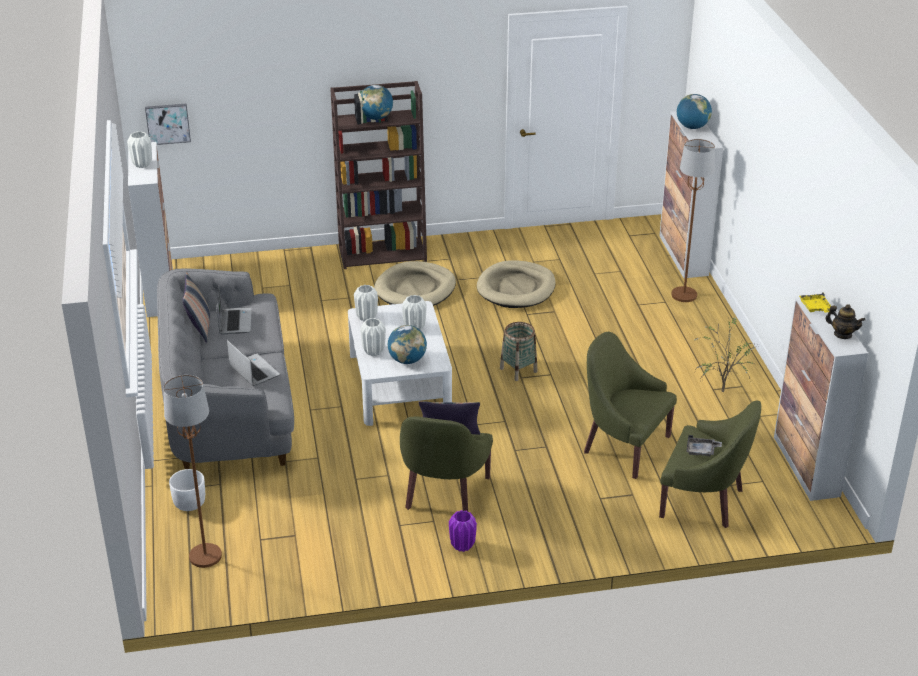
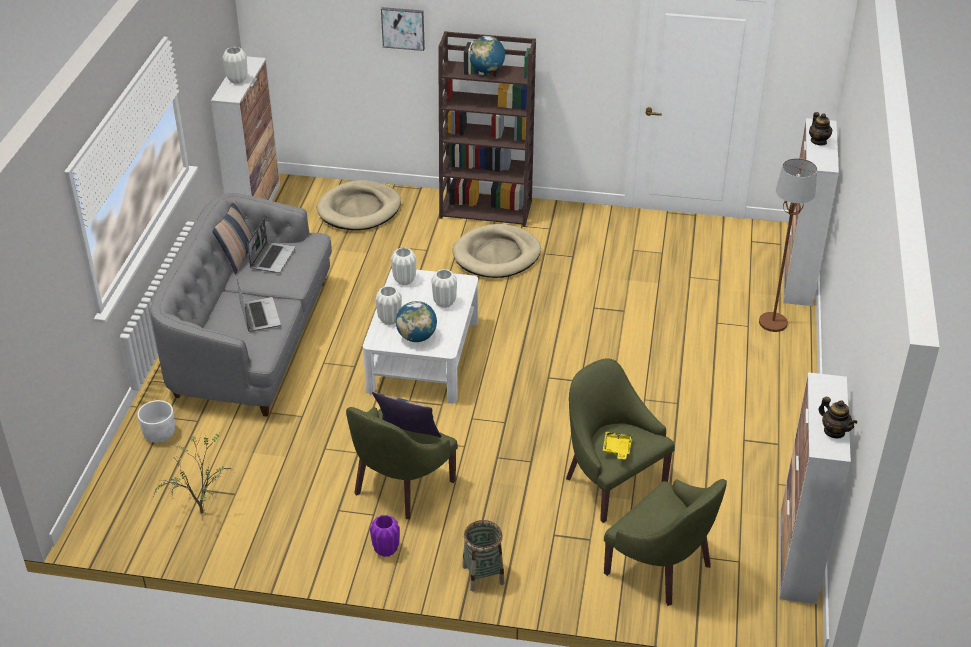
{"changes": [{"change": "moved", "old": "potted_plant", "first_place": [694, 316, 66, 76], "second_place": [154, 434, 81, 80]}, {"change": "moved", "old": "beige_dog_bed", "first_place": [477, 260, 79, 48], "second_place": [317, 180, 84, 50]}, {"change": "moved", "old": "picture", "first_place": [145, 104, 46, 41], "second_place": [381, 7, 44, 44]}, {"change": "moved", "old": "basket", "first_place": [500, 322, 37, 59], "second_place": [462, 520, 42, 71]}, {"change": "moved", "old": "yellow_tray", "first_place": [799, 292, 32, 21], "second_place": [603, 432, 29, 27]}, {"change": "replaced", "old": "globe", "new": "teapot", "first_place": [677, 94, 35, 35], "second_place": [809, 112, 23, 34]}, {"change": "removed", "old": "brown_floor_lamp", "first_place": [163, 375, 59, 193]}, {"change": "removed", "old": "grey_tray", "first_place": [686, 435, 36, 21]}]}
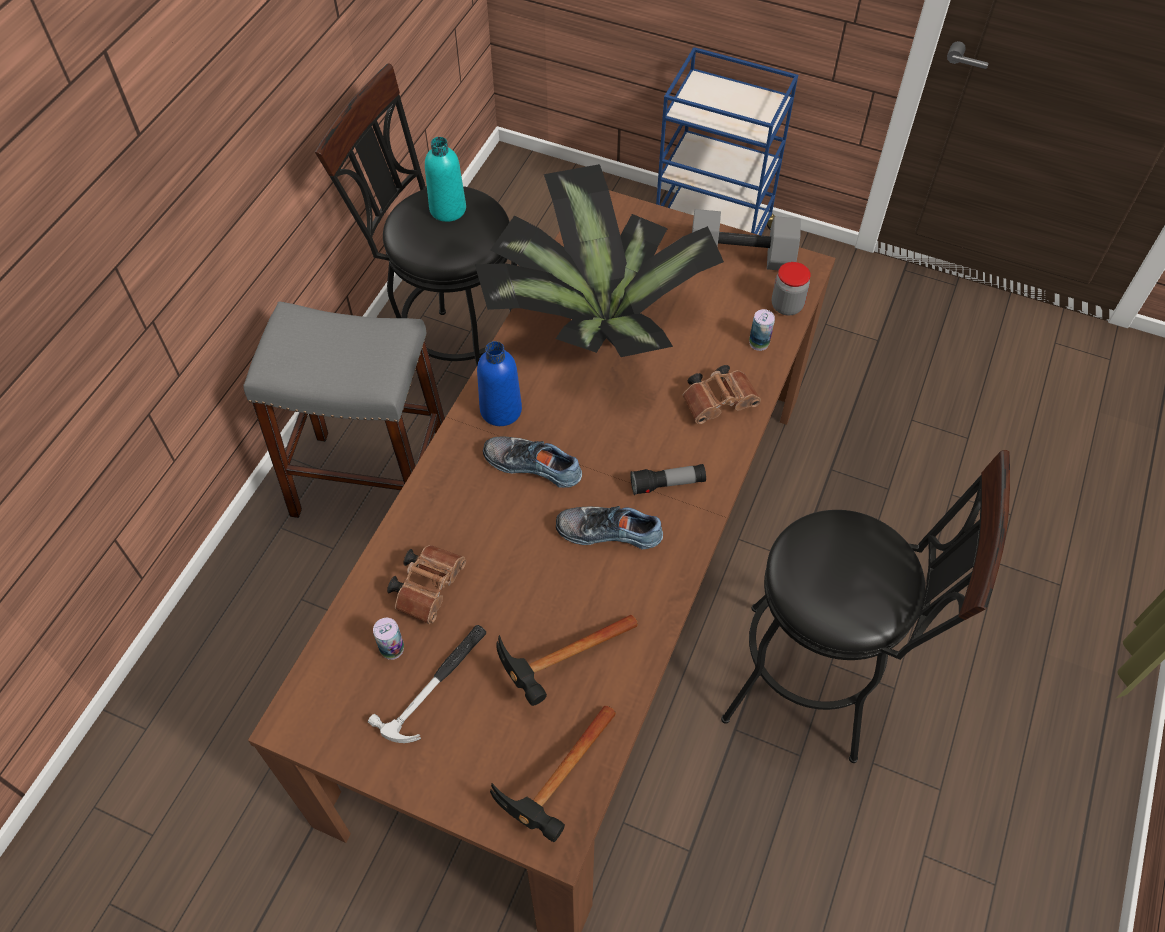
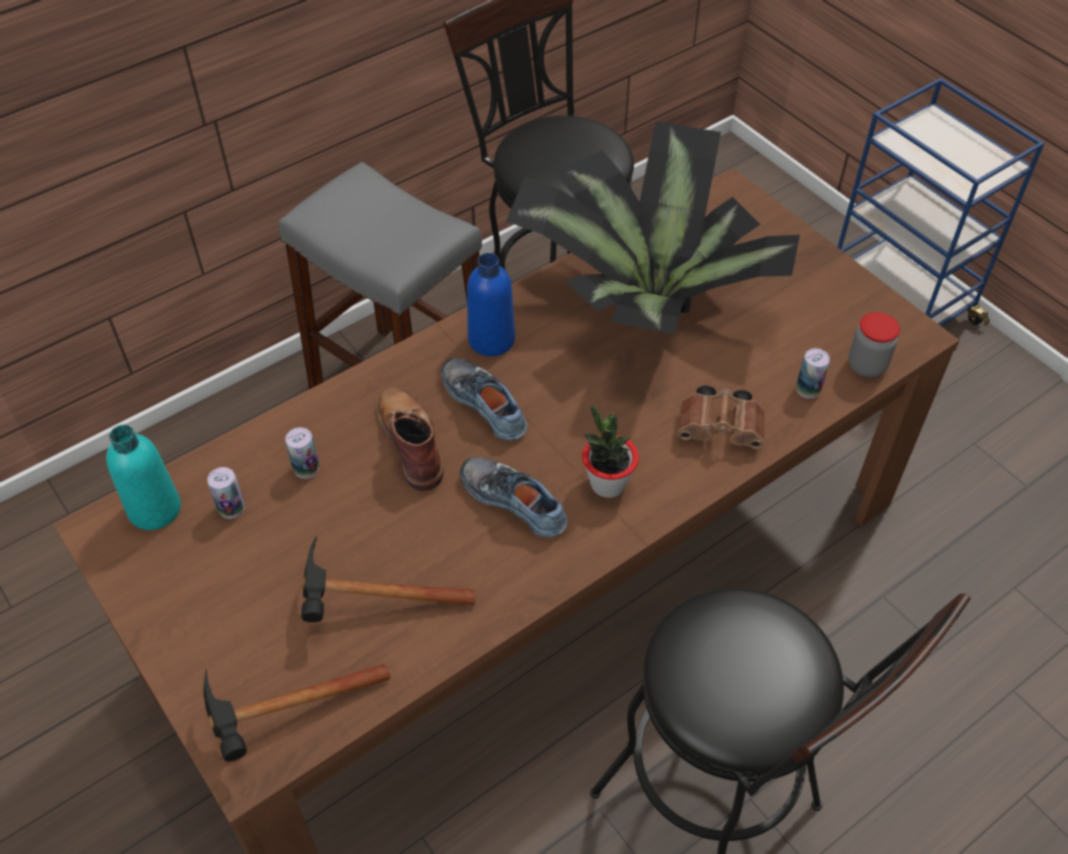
{"changes": [{"change": "moved", "old": "turquoise_bottle", "first_place": [425, 137, 41, 85], "second_place": [106, 425, 75, 105]}, {"change": "replaced", "old": "brown_binoculars", "new": "can", "first_place": [387, 545, 79, 79], "second_place": [285, 427, 34, 52]}, {"change": "added", "new": "brown_boot", "second_place": [377, 387, 67, 104]}, {"change": "replaced", "old": "flashlight", "new": "potted_plant", "first_place": [630, 464, 76, 31], "second_place": [582, 404, 57, 94]}, {"change": "removed", "old": "hammer", "first_place": [368, 625, 118, 118]}, {"change": "removed", "old": "grey_dumbbell", "first_place": [692, 209, 109, 61]}]}
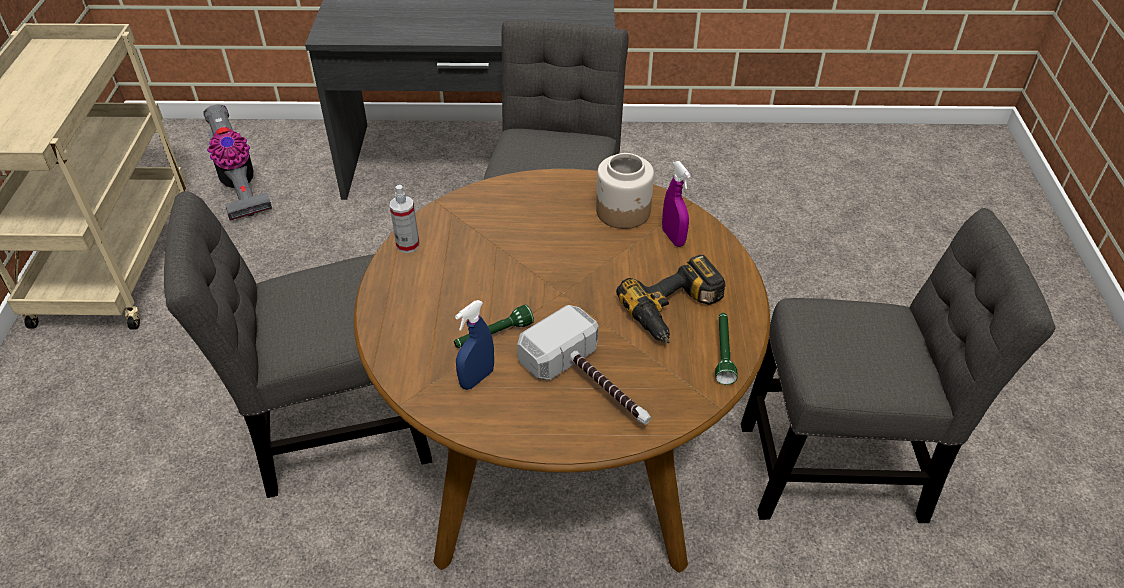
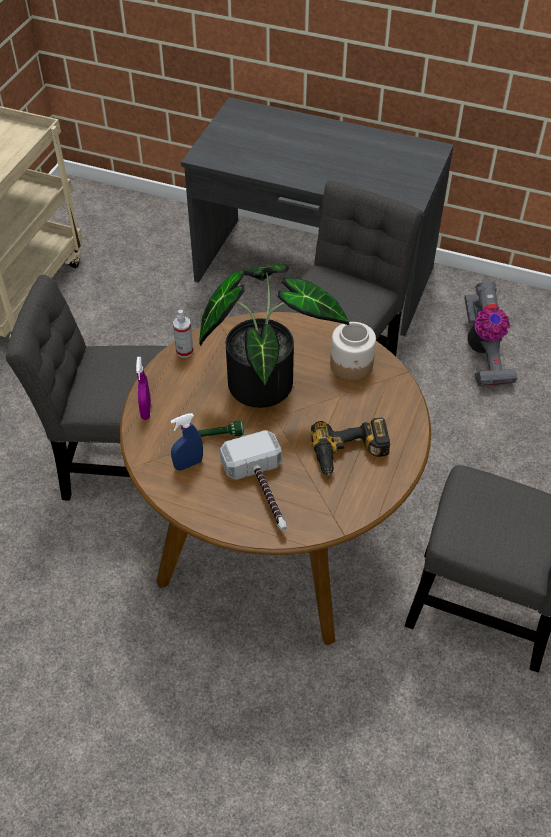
{"changes": [{"change": "moved", "old": "purple_spray_bottle", "first_place": [662, 161, 29, 86], "second_place": [136, 357, 15, 63]}, {"change": "added", "new": "potted_plant", "second_place": [199, 263, 150, 145]}, {"change": "moved", "old": "vacuum_cleaner", "first_place": [204, 104, 68, 116], "second_place": [464, 281, 54, 105]}, {"change": "removed", "old": "green_flashlight", "first_place": [715, 313, 23, 72]}]}
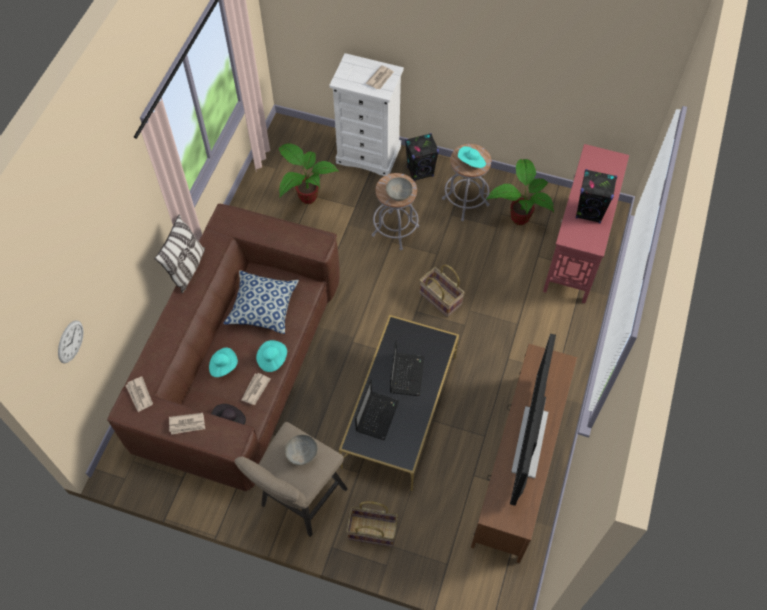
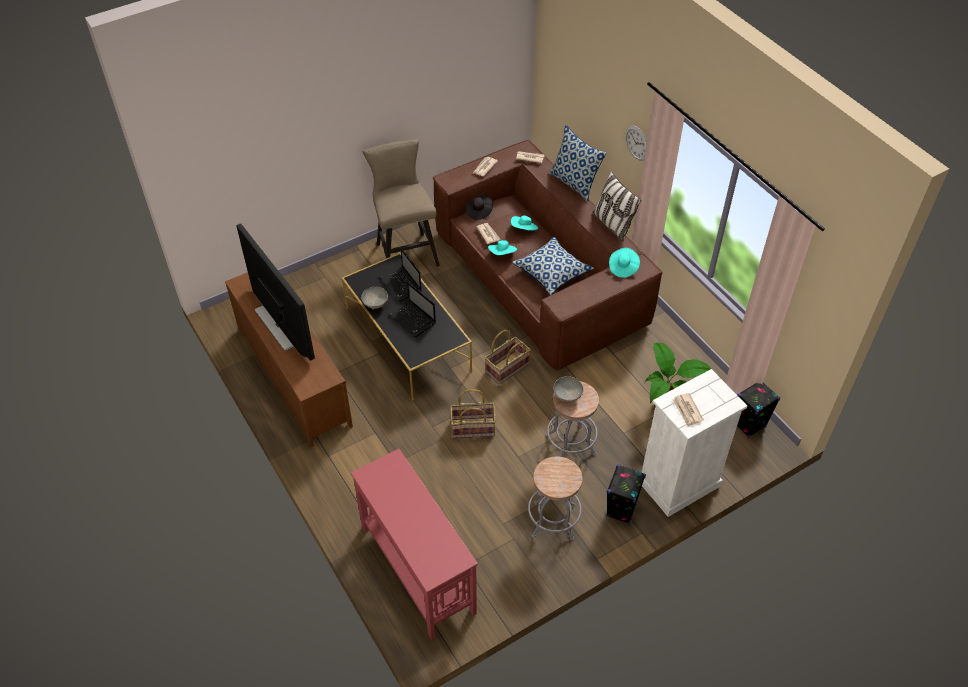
{"changes": [{"change": "moved", "old": "grey_bowl", "first_place": [285, 435, 33, 30], "second_place": [361, 287, 27, 23]}, {"change": "moved", "old": "basket", "first_place": [346, 501, 52, 46], "second_place": [485, 330, 46, 55]}, {"change": "added", "new": "pillow", "second_place": [549, 125, 58, 77]}, {"change": "moved", "old": "turquoise_hat", "first_place": [458, 146, 28, 22], "second_place": [609, 248, 31, 30]}, {"change": "moved", "old": "wall_clock", "first_place": [58, 320, 25, 43], "second_place": [626, 126, 21, 35]}, {"change": "moved", "old": "black_speaker", "first_place": [576, 169, 41, 54], "second_place": [737, 383, 43, 56]}, {"change": "removed", "old": "potted_plant", "first_place": [486, 159, 68, 66]}]}
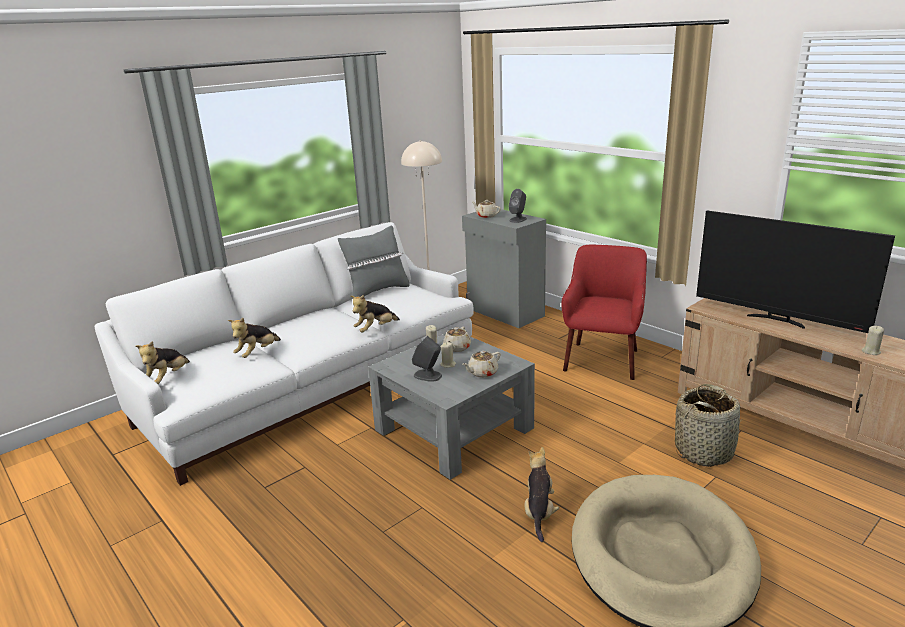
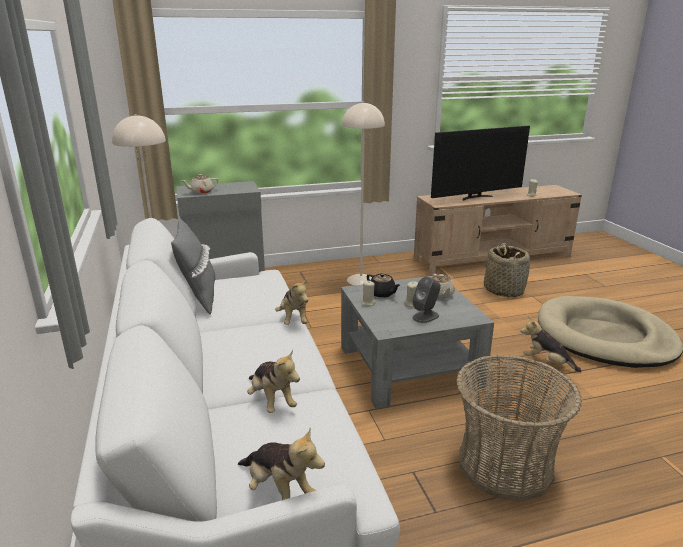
{"changes": [{"change": "replaced", "old": "red_armchair", "new": "beige_floor_lamp", "first_place": [561, 245, 86, 135], "second_place": [342, 102, 43, 183]}, {"change": "recoloured", "old": "beige_teapot", "new": "black_teapot", "first_place": [443, 327, 28, 25], "second_place": [367, 273, 33, 25]}, {"change": "added", "new": "basket", "second_place": [456, 354, 126, 148]}, {"change": "removed", "old": "grey_speaker", "first_place": [509, 189, 18, 34]}]}
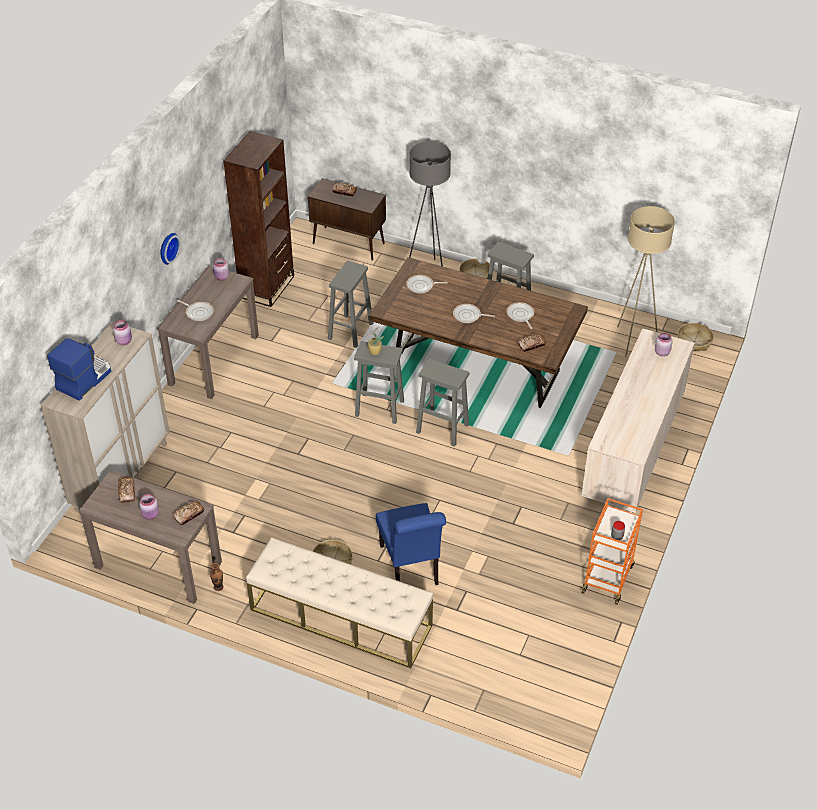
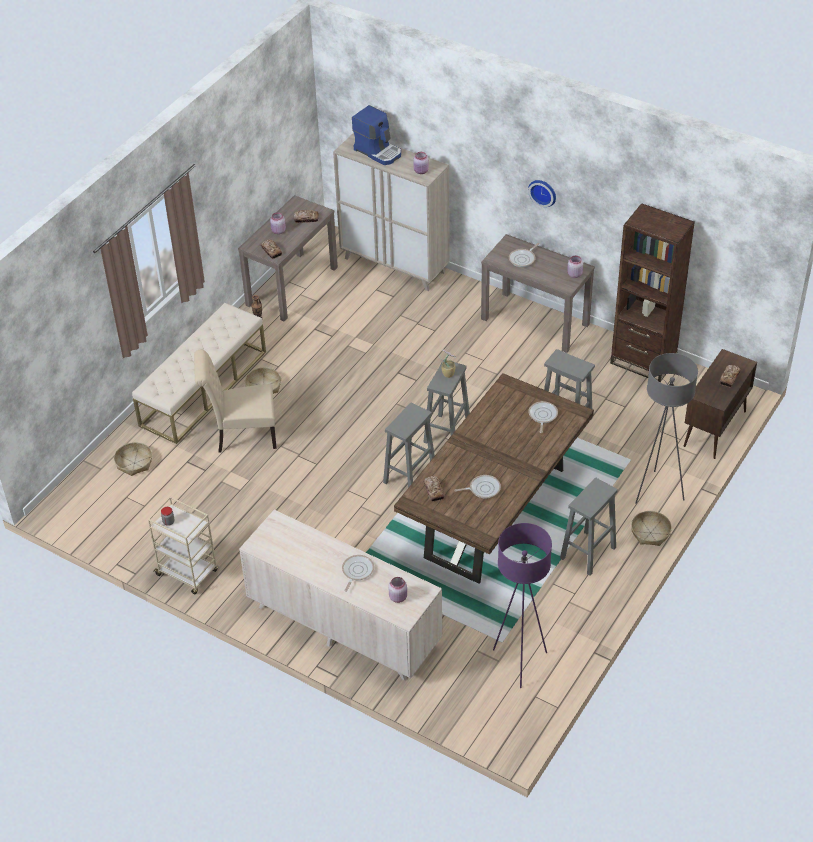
{"changes": [{"change": "moved", "old": "basket", "first_place": [678, 323, 36, 28], "second_place": [114, 442, 38, 34]}, {"change": "recoloured", "old": "orange_cart", "new": "beige_cart", "first_place": [581, 498, 62, 107], "second_place": [148, 497, 70, 97]}, {"change": "recoloured", "old": "blue_chair", "new": "beige_chair", "first_place": [376, 503, 70, 82], "second_place": [194, 350, 83, 103]}, {"change": "moved", "old": "frying_pan", "first_place": [453, 304, 42, 19], "second_place": [342, 555, 32, 37]}, {"change": "recoloured", "old": "beige_floor_lamp", "new": "purple_floor_lamp", "first_place": [617, 206, 58, 151], "second_place": [493, 523, 59, 165]}]}
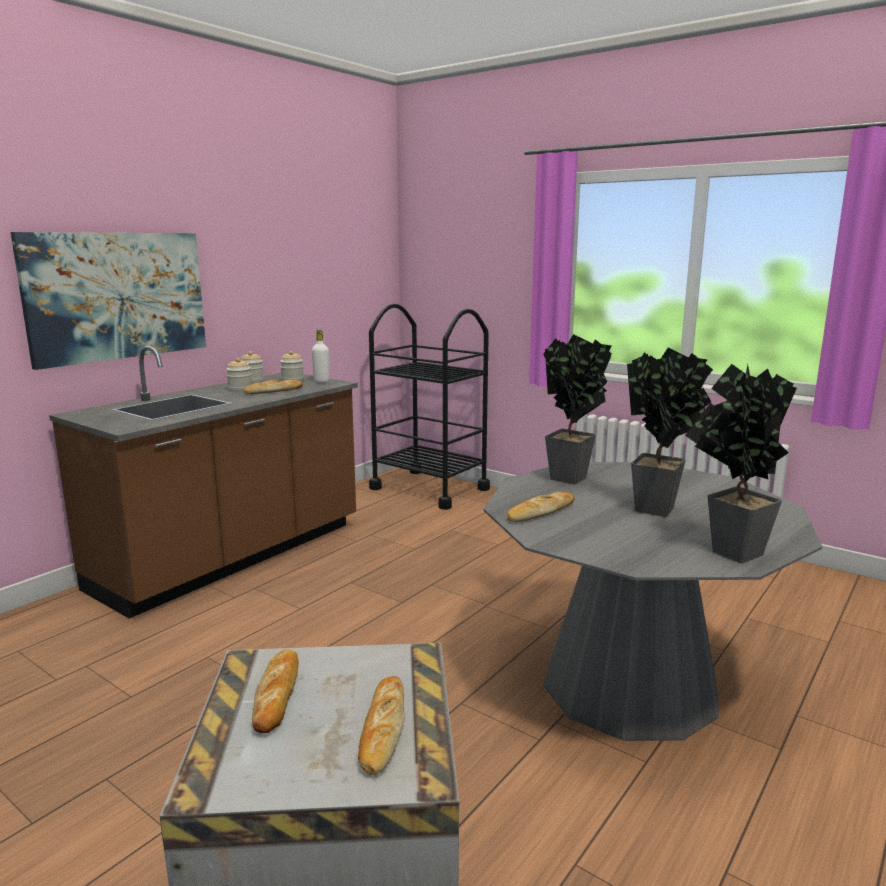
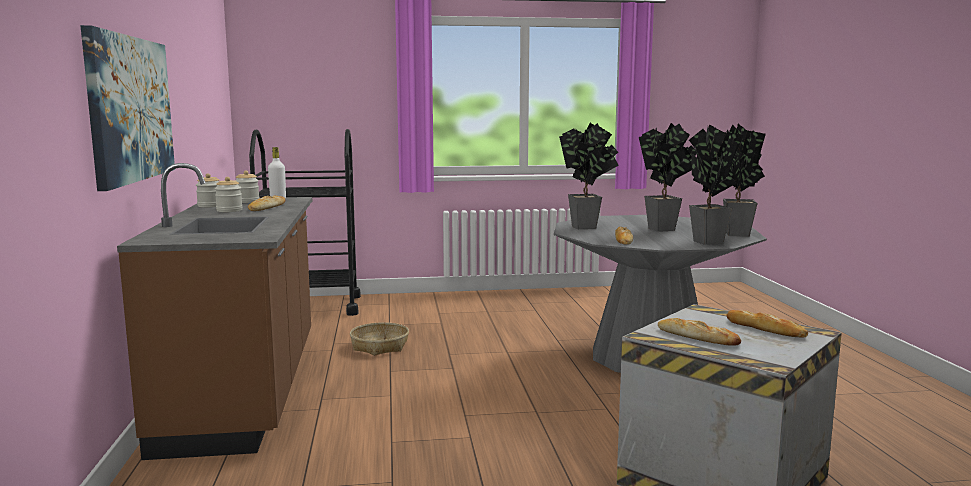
{"changes": [{"change": "added", "new": "basket", "second_place": [350, 322, 59, 34]}, {"change": "added", "new": "potted_plant", "second_place": [689, 125, 55, 120]}]}
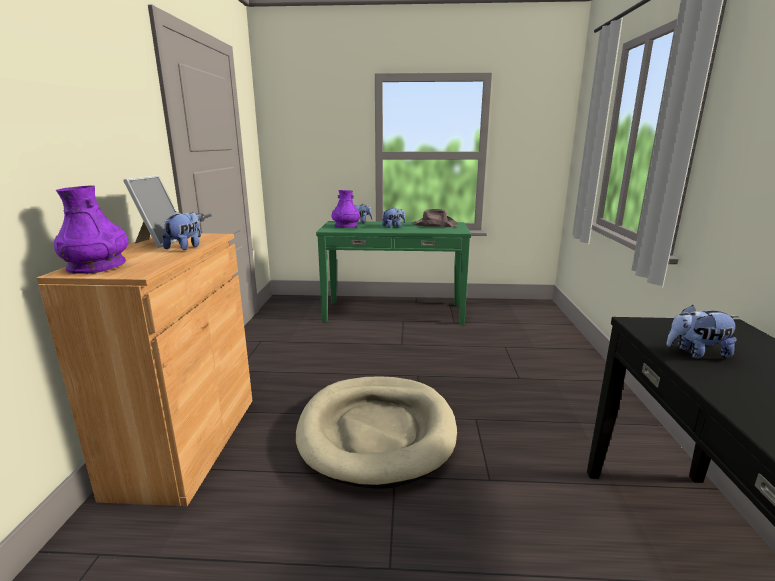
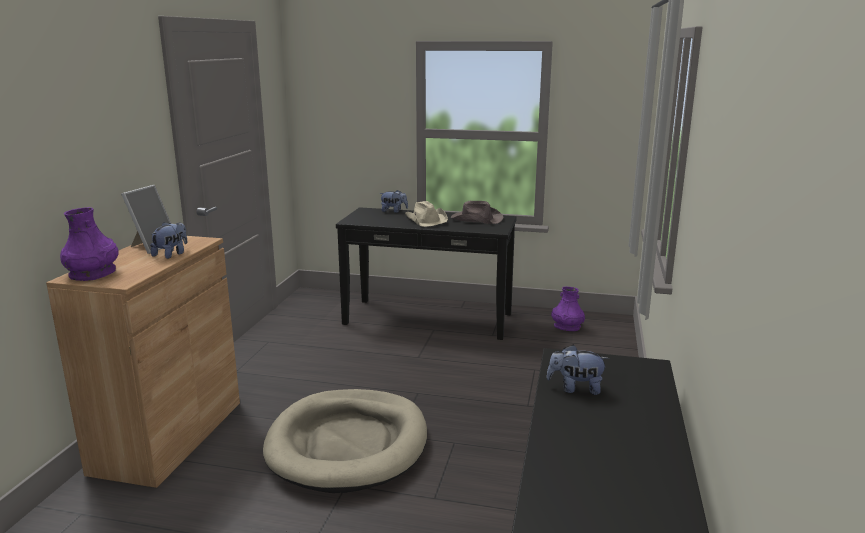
{"changes": [{"change": "recoloured", "old": "green_console_table", "new": "black_console_table", "first_place": [316, 221, 155, 104], "second_place": [336, 207, 181, 133]}, {"change": "replaced", "old": "plush_toy", "new": "beige_hat", "first_place": [382, 207, 23, 21], "second_place": [405, 201, 43, 26]}, {"change": "moved", "old": "purple_vase", "first_place": [332, 190, 28, 38], "second_place": [551, 287, 34, 44]}]}
